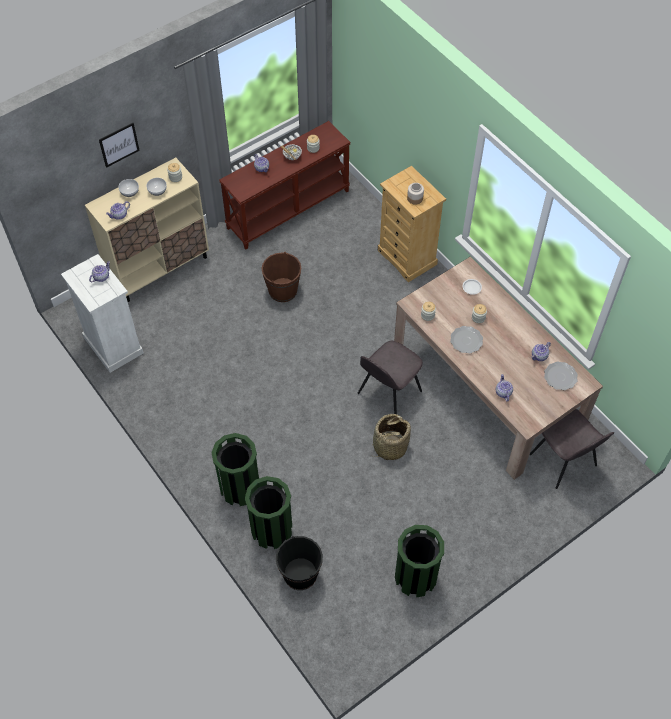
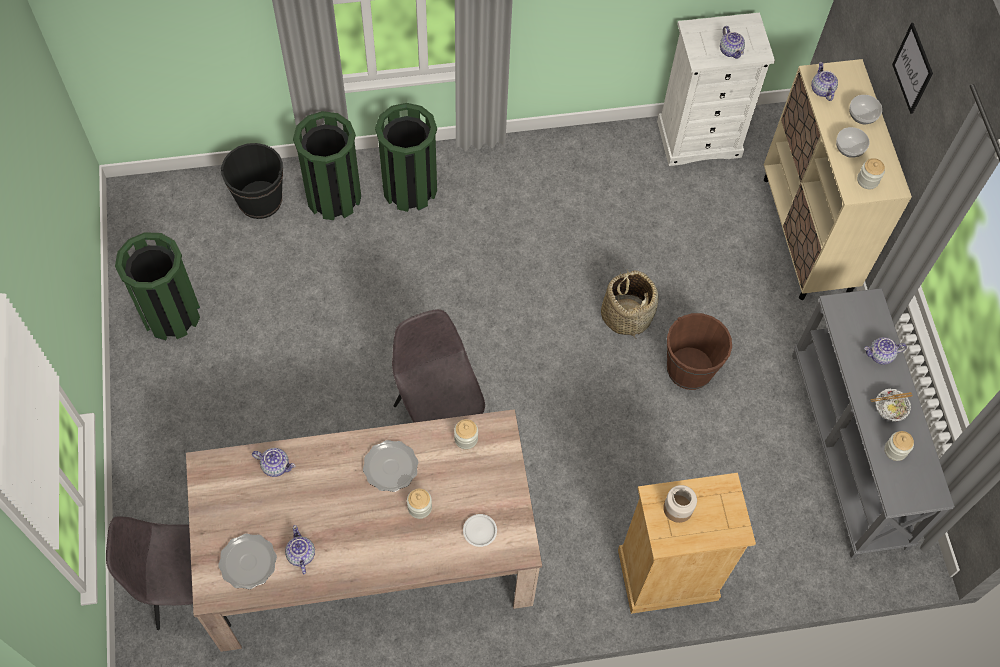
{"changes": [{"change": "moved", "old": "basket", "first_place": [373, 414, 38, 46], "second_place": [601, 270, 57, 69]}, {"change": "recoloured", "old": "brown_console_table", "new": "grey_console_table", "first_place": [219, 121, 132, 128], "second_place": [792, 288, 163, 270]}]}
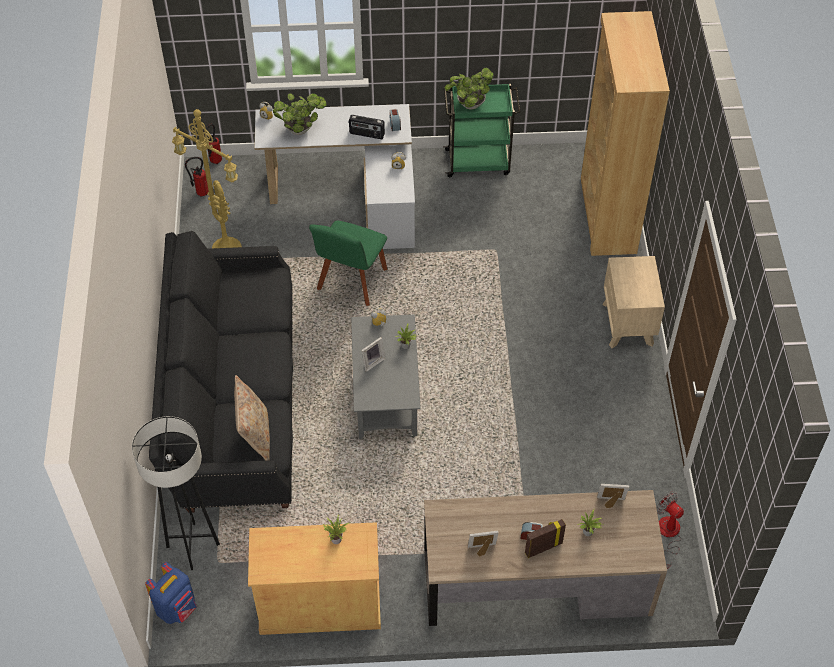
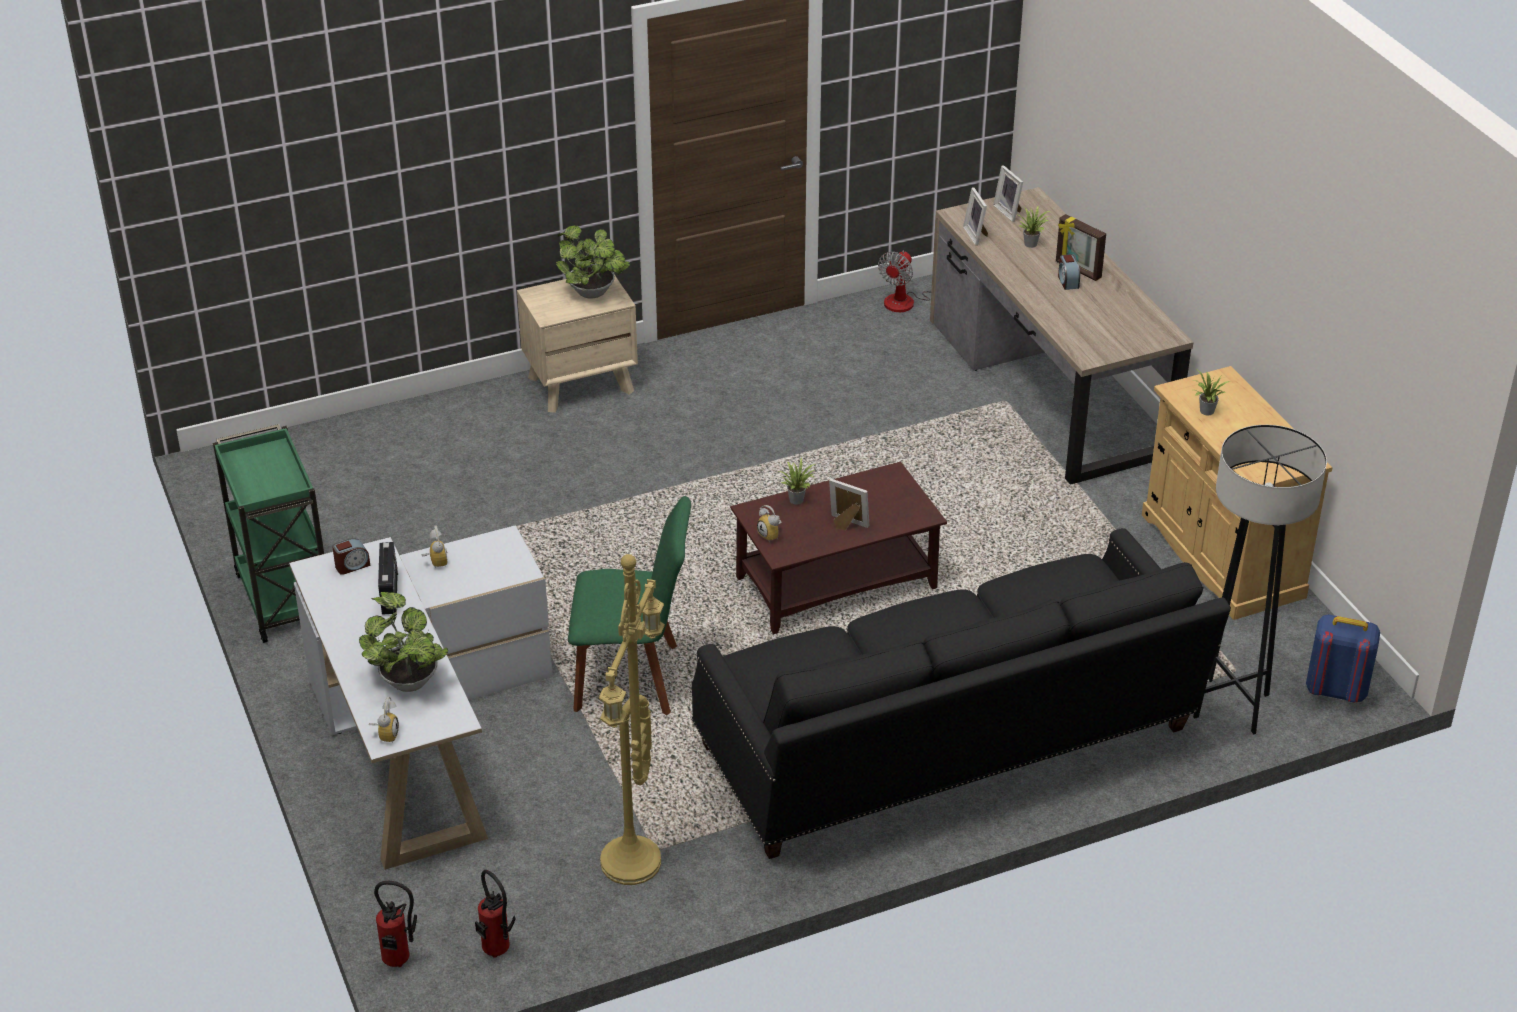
{"changes": [{"change": "moved", "old": "potted_plant", "first_place": [445, 68, 49, 42], "second_place": [556, 225, 74, 73]}, {"change": "recoloured", "old": "grey_coffee_table", "new": "brown_coffee_table", "first_place": [351, 315, 70, 124], "second_place": [730, 462, 217, 172]}, {"change": "moved", "old": "picture_frame", "first_place": [468, 531, 31, 26], "second_place": [993, 165, 30, 57]}, {"change": "removed", "old": "beige_pillow", "first_place": [234, 375, 36, 86]}, {"change": "removed", "old": "brown_bookcase", "first_place": [581, 11, 89, 245]}]}
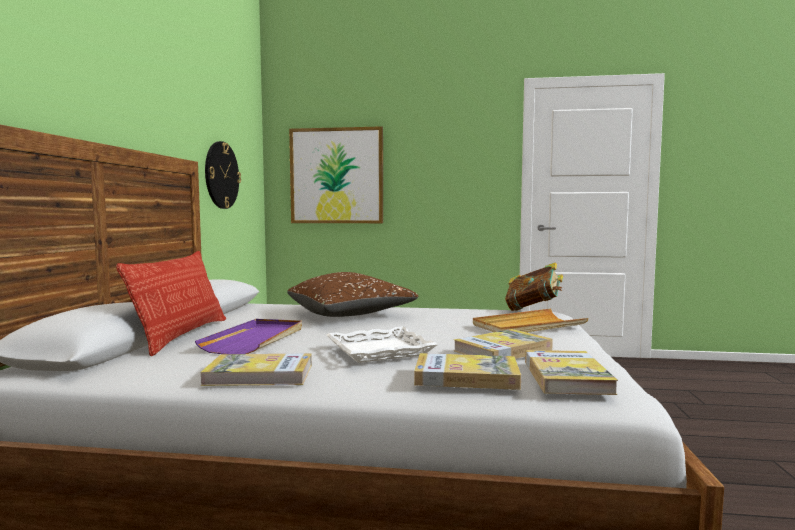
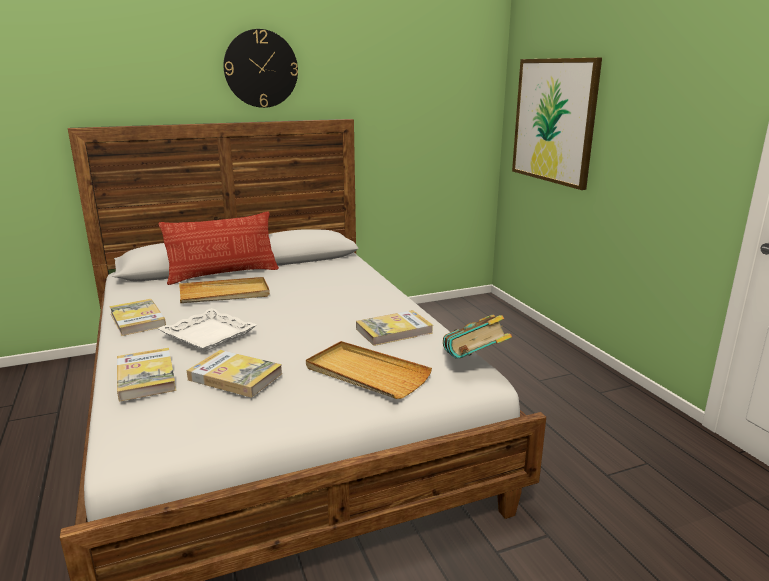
{"changes": [{"change": "recoloured", "old": "purple_tray", "new": "beige_tray", "first_place": [195, 319, 107, 35], "second_place": [179, 277, 91, 26]}, {"change": "moved", "old": "wall_clock", "first_place": [205, 141, 36, 68], "second_place": [224, 29, 74, 79]}, {"change": "moved", "old": "book", "first_place": [525, 350, 93, 45], "second_place": [356, 310, 77, 36]}, {"change": "removed", "old": "brown_pillow", "first_place": [287, 272, 131, 45]}]}
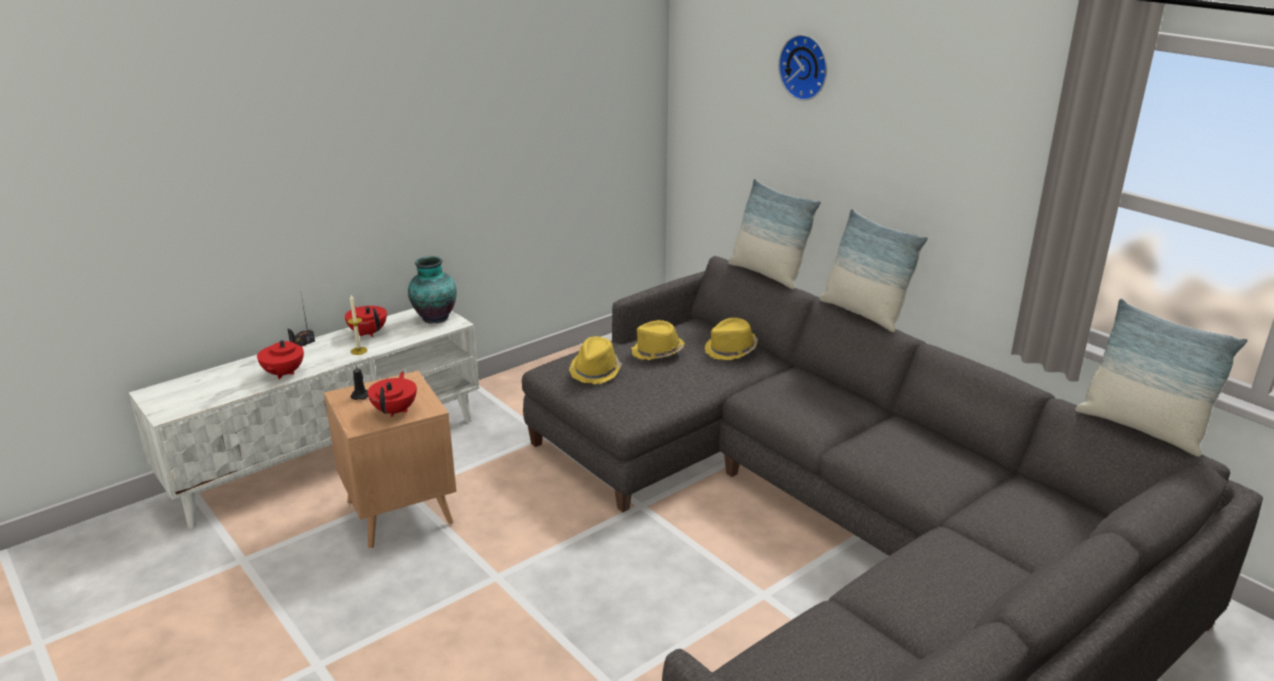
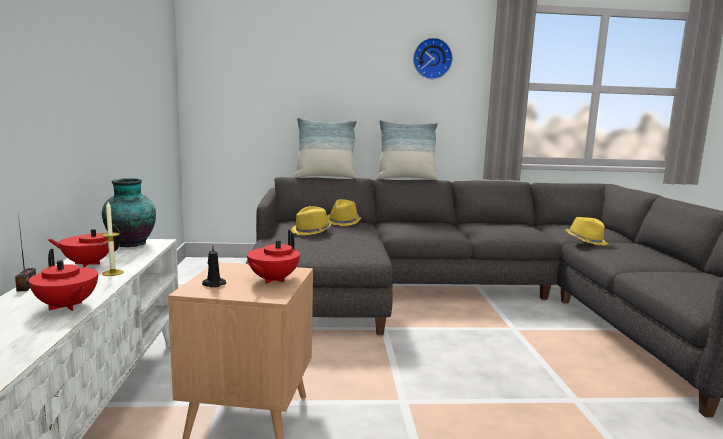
{"changes": [{"change": "turned", "old": "red_teapot", "first_place": [368, 372, 49, 45], "second_place": [247, 230, 53, 54], "degrees": -105}, {"change": "moved", "old": "wall_clock", "first_place": [778, 34, 49, 67], "second_place": [413, 38, 40, 42]}, {"change": "moved", "old": "yellow_hat", "first_place": [569, 336, 53, 48], "second_place": [566, 217, 41, 29]}, {"change": "removed", "old": "pillow", "first_place": [1075, 299, 173, 158]}]}
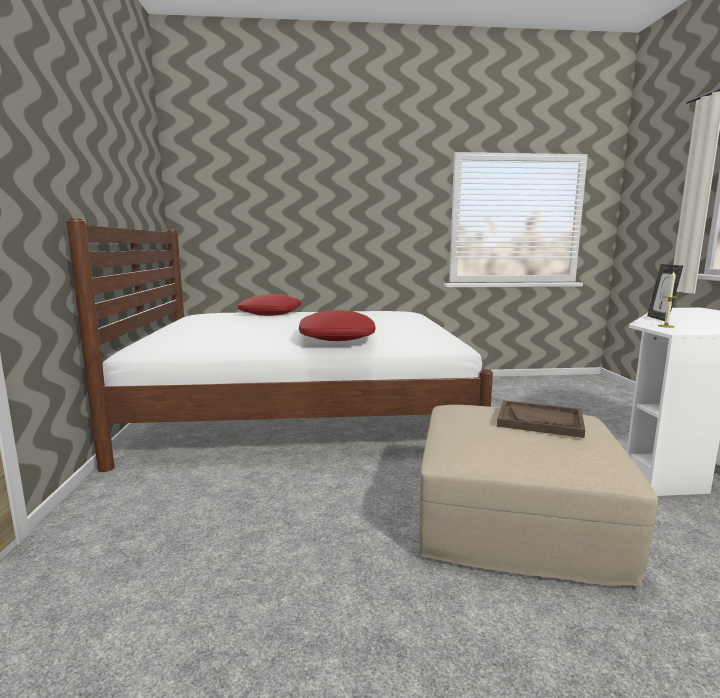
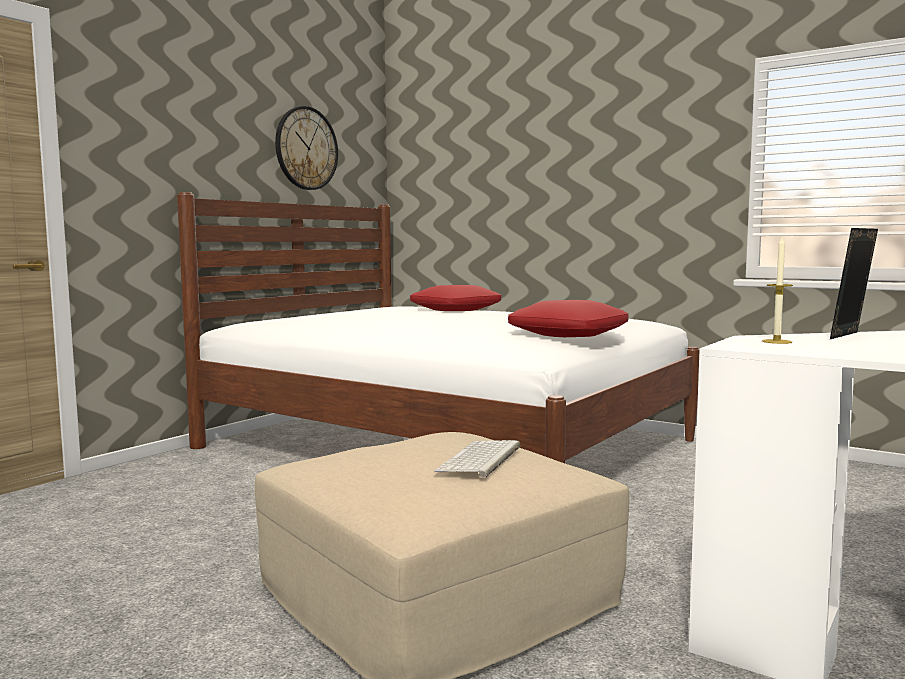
{"changes": [{"change": "added", "new": "wall_clock", "second_place": [275, 106, 63, 84]}, {"change": "replaced", "old": "brown_tray", "new": "keyboard", "first_place": [497, 400, 88, 38], "second_place": [434, 440, 86, 38]}, {"change": "moved", "old": "red_pillow", "first_place": [299, 310, 77, 31], "second_place": [508, 300, 121, 37]}]}
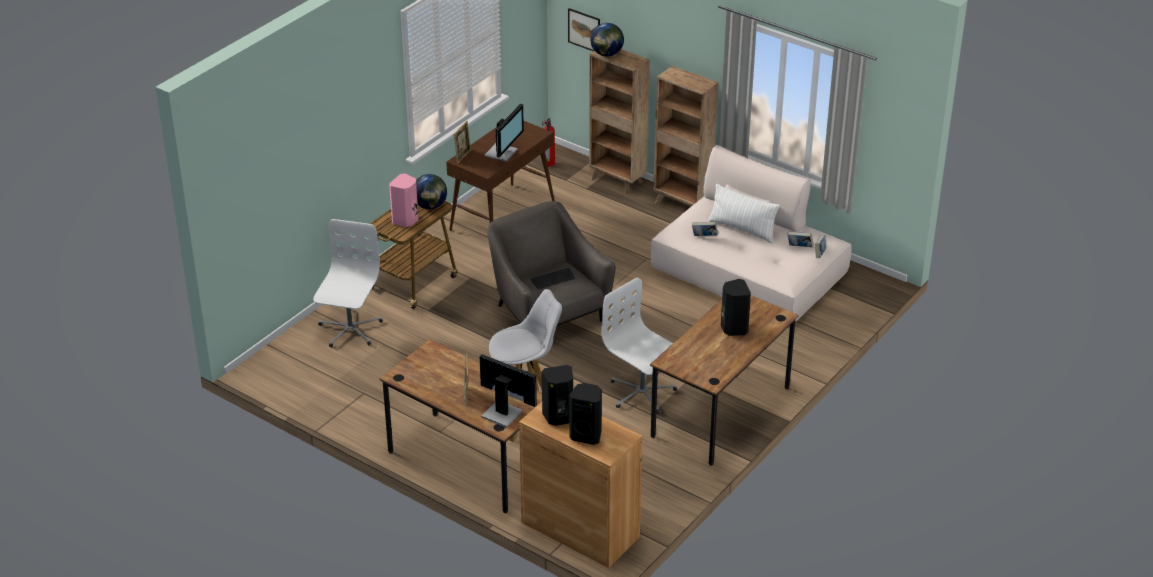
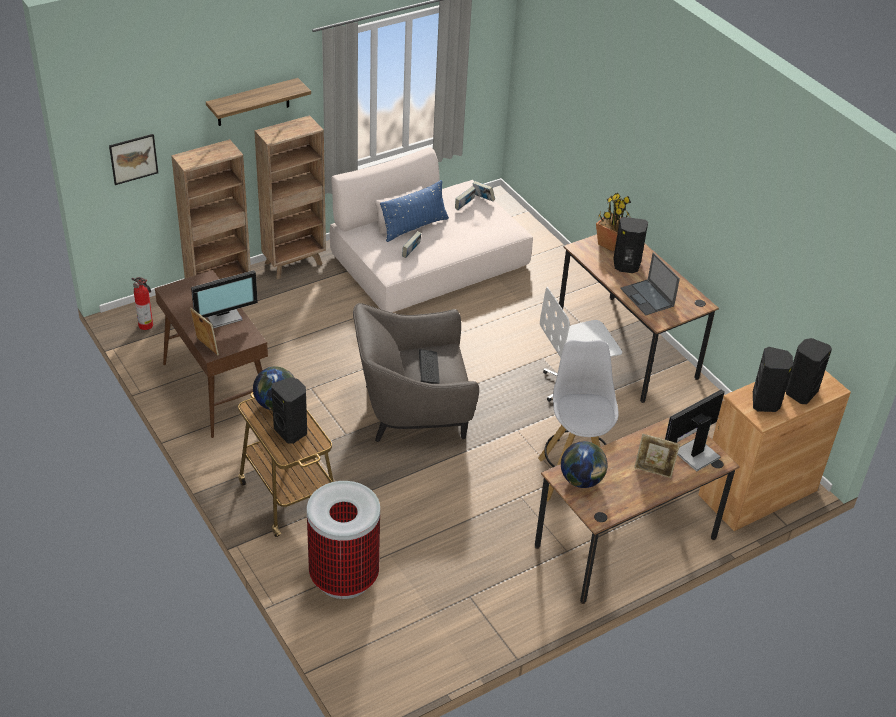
{"changes": [{"change": "turned", "old": "monitor", "first_place": [485, 104, 39, 58], "second_place": [191, 270, 67, 58], "degrees": 105}, {"change": "added", "new": "shelf", "second_place": [206, 78, 105, 48]}, {"change": "recoloured", "old": "pink_speaker", "new": "black_speaker", "first_place": [389, 173, 29, 54], "second_place": [271, 377, 36, 67]}, {"change": "replaced", "old": "white_office_chair", "new": "trash_can", "first_place": [313, 219, 70, 128], "second_place": [307, 481, 73, 118]}, {"change": "recoloured", "old": "white_pillow", "new": "blue_pillow", "first_place": [708, 184, 72, 59], "second_place": [380, 180, 69, 62]}, {"change": "moved", "old": "globe", "first_place": [590, 23, 34, 34], "second_place": [561, 441, 47, 47]}, {"change": "added", "new": "potted_plant", "second_place": [596, 193, 35, 58]}, {"change": "added", "new": "laptop", "second_place": [620, 252, 60, 63]}]}
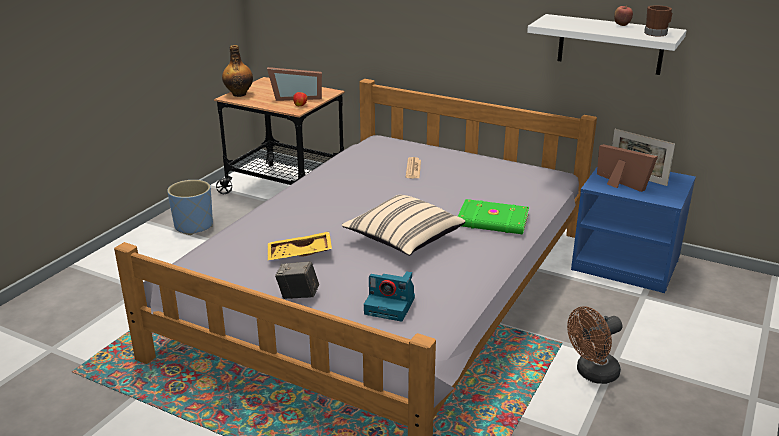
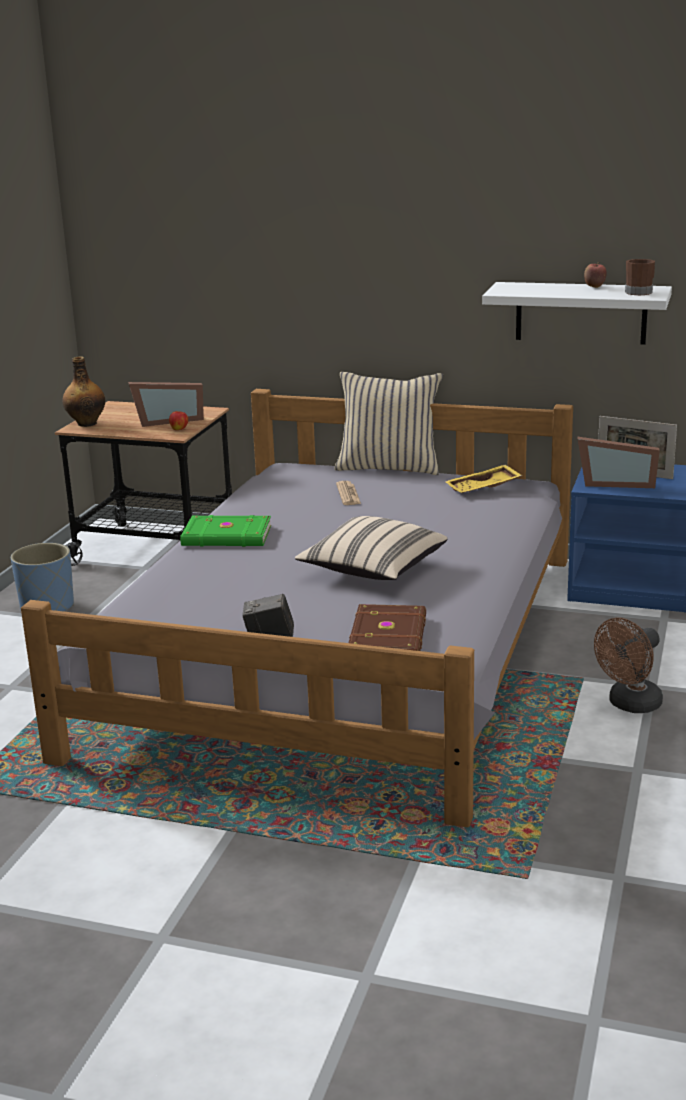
{"changes": [{"change": "moved", "old": "green_book", "first_place": [458, 199, 71, 36], "second_place": [180, 515, 91, 32]}, {"change": "added", "new": "beige_pillow", "second_place": [335, 372, 108, 103]}, {"change": "replaced", "old": "photo_camera", "new": "brown_book", "first_place": [364, 271, 51, 51], "second_place": [349, 604, 77, 47]}, {"change": "moved", "old": "yellow_tray", "first_place": [268, 232, 64, 28], "second_place": [445, 465, 77, 28]}, {"change": "turned", "old": "picture_frame", "first_place": [597, 144, 61, 48], "second_place": [578, 437, 82, 51], "degrees": 150}]}
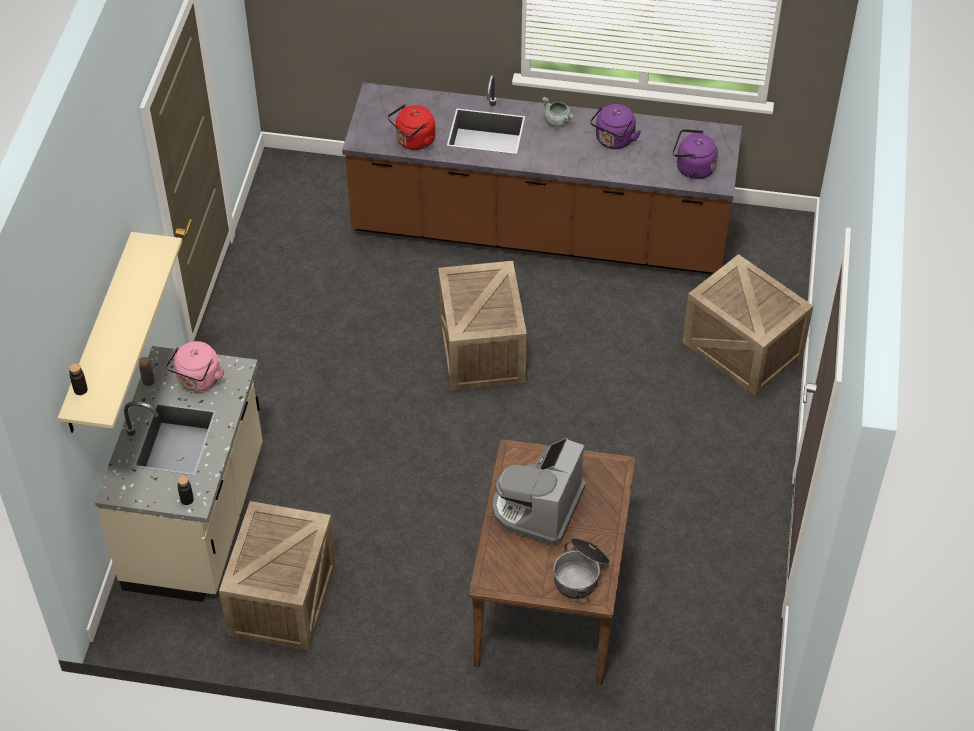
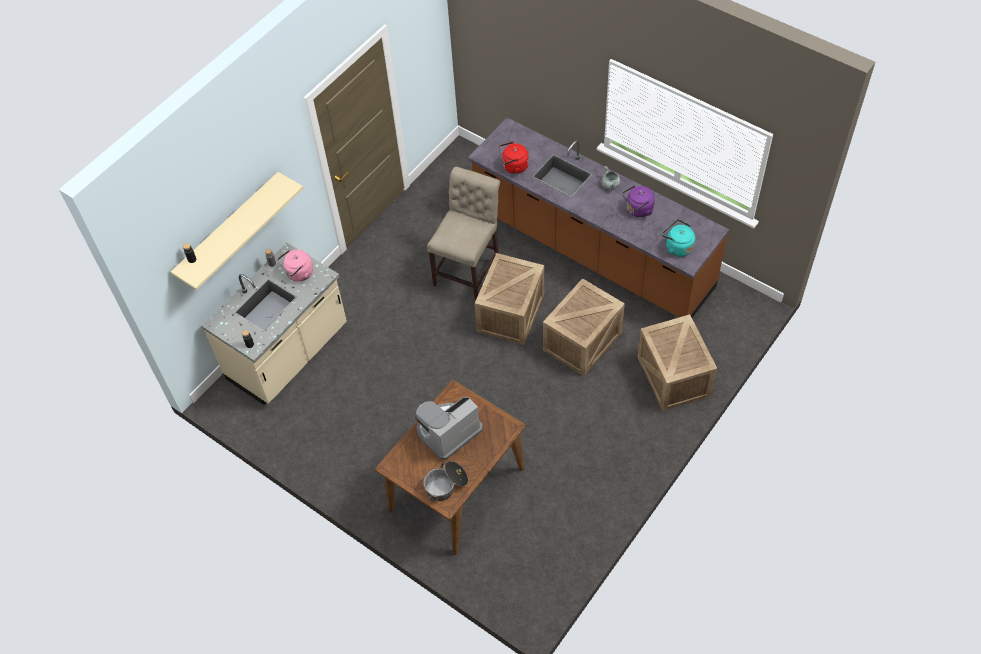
{"changes": [{"change": "added", "new": "beige_chair", "second_place": [427, 167, 73, 134]}, {"change": "moved", "old": "crate", "first_place": [219, 501, 117, 149], "second_place": [543, 278, 82, 98]}, {"change": "recoloured", "old": "purple_kettle", "new": "turquoise_kettle", "first_place": [673, 129, 45, 50], "second_place": [662, 219, 33, 38]}]}
